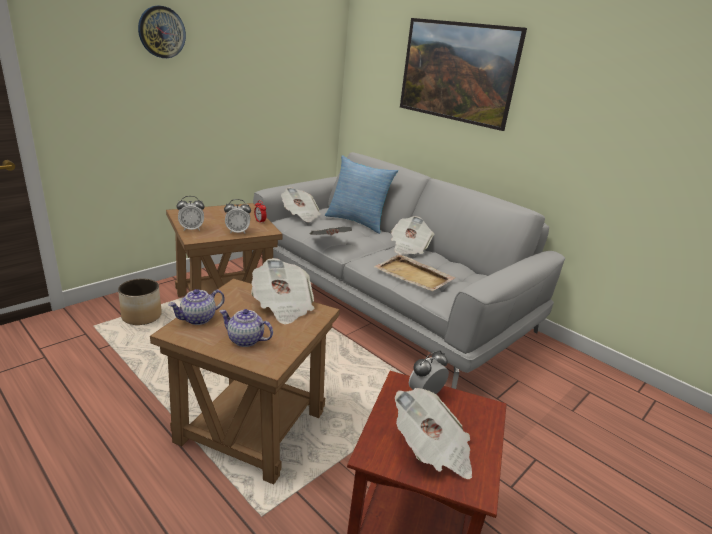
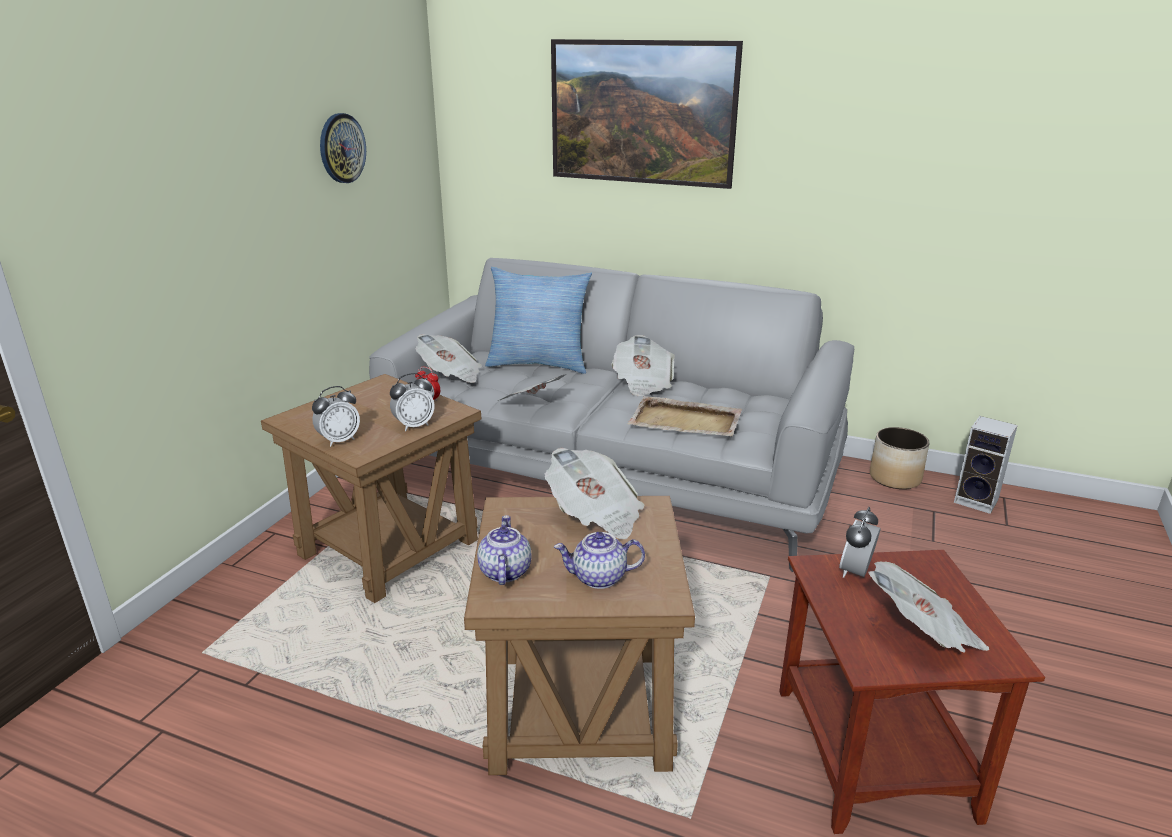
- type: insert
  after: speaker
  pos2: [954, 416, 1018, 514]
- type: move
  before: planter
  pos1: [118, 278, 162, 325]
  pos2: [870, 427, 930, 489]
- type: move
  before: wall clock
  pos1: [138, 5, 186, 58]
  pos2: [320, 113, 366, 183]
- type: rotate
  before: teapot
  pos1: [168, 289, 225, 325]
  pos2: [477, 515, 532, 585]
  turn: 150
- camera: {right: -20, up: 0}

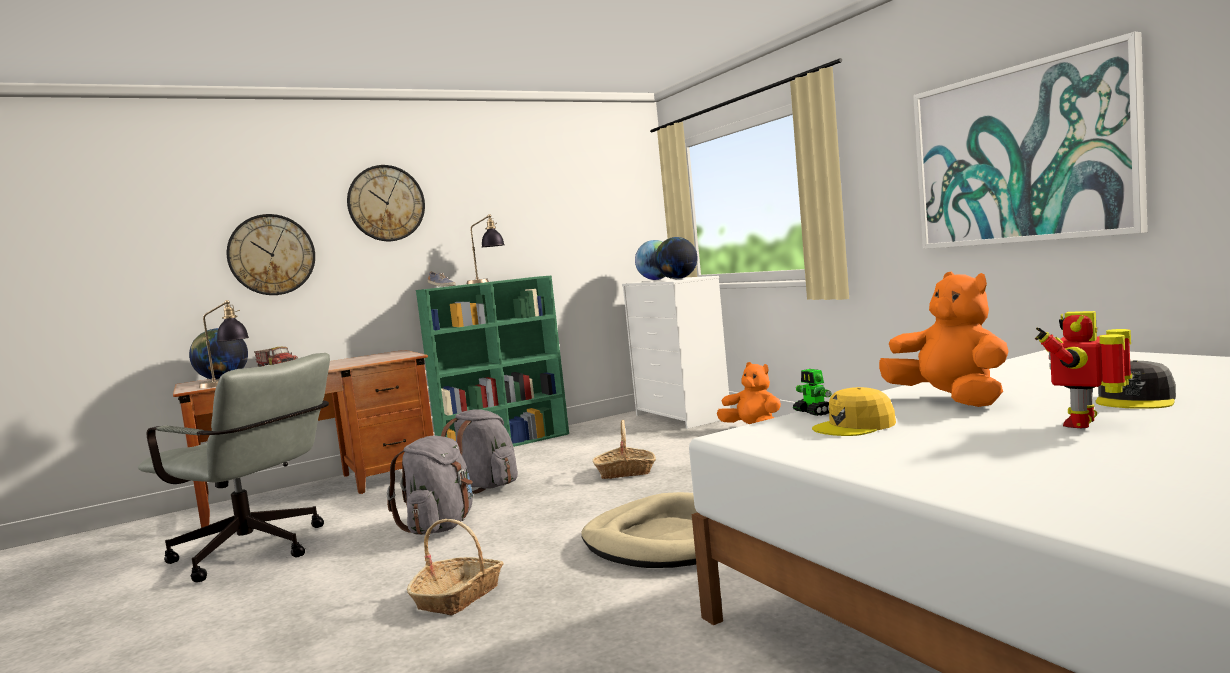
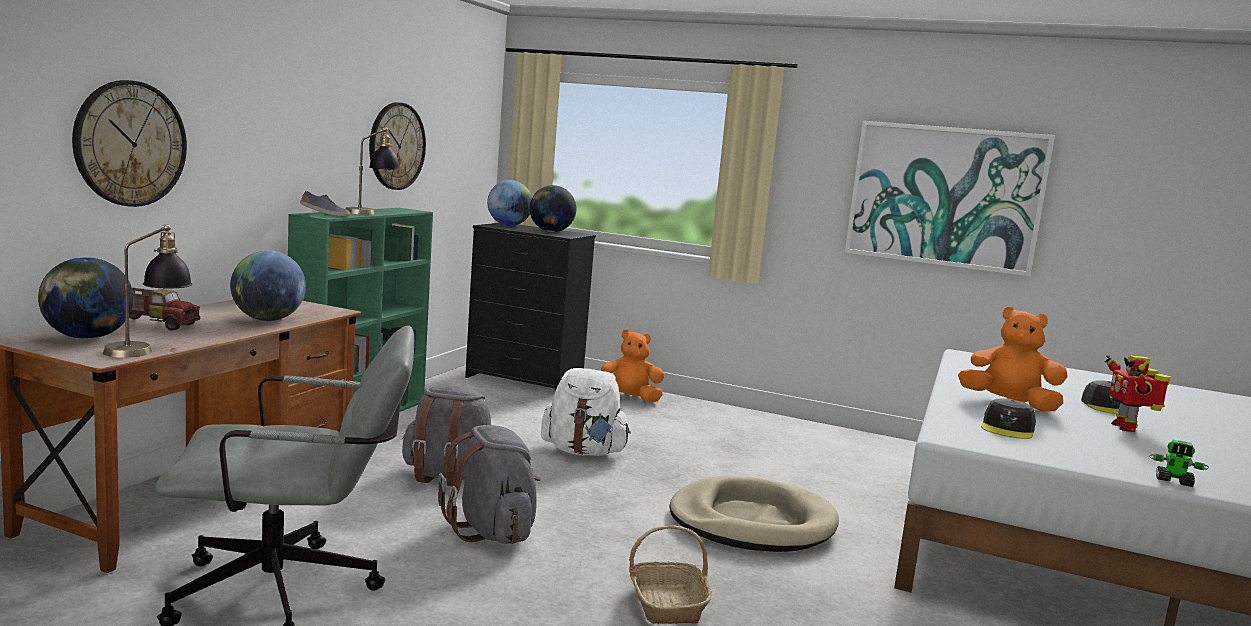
- type: insert
  after: globe
  pos2: [230, 251, 306, 321]
- type: move
  before: wall clock
  pos1: [347, 165, 425, 241]
  pos2: [369, 102, 426, 190]
- type: move
  before: toy robot
  pos1: [793, 369, 831, 416]
  pos2: [1149, 440, 1209, 487]
- type: replace
  before: basket
  after: backpack (white)
  pos1: [593, 420, 656, 479]
  pos2: [541, 368, 631, 456]
- type: recolor
  before: dresser (white)
  after: dresser (black)
  pos1: [622, 276, 730, 429]
  pos2: [465, 223, 596, 389]
- type: recolor
  before: cap (yellow)
  after: cap (grey)
  pos1: [812, 387, 896, 436]
  pos2: [981, 398, 1036, 439]
- camera: {right: -40, up: 5}

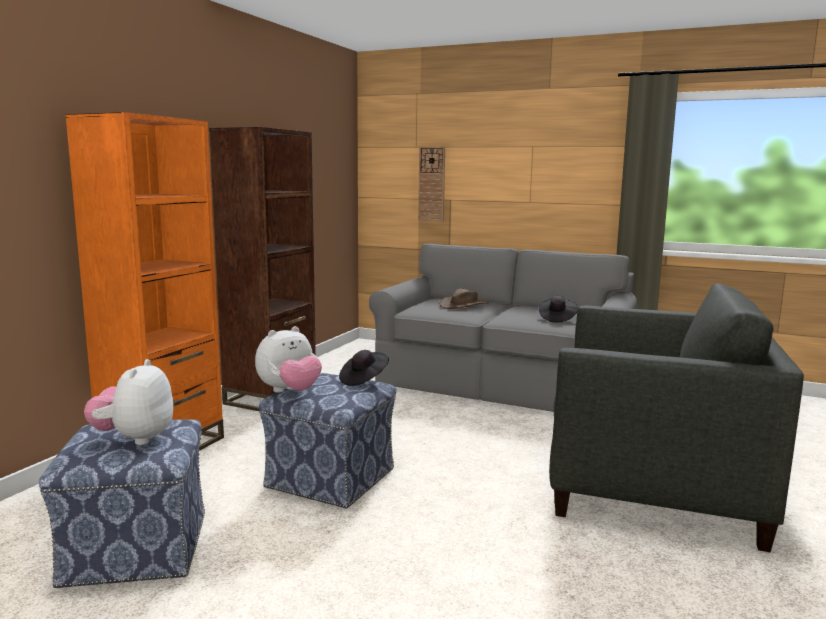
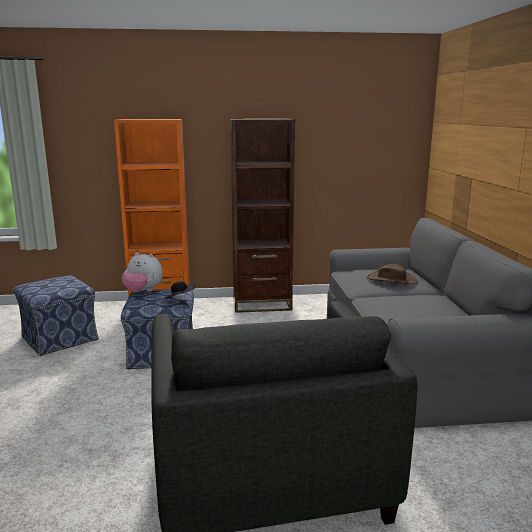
- type: delete
  before: plush toy
  pos1: [84, 359, 173, 445]
- type: delete
  before: wall clock
  pos1: [418, 147, 445, 221]
- type: delete
  before: hat (black)
  pos1: [539, 296, 578, 323]
- camera: {right: 60, up: 5}

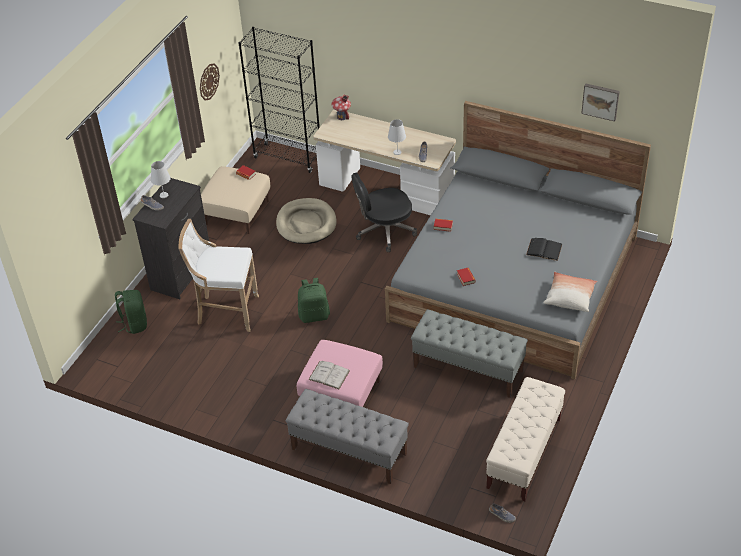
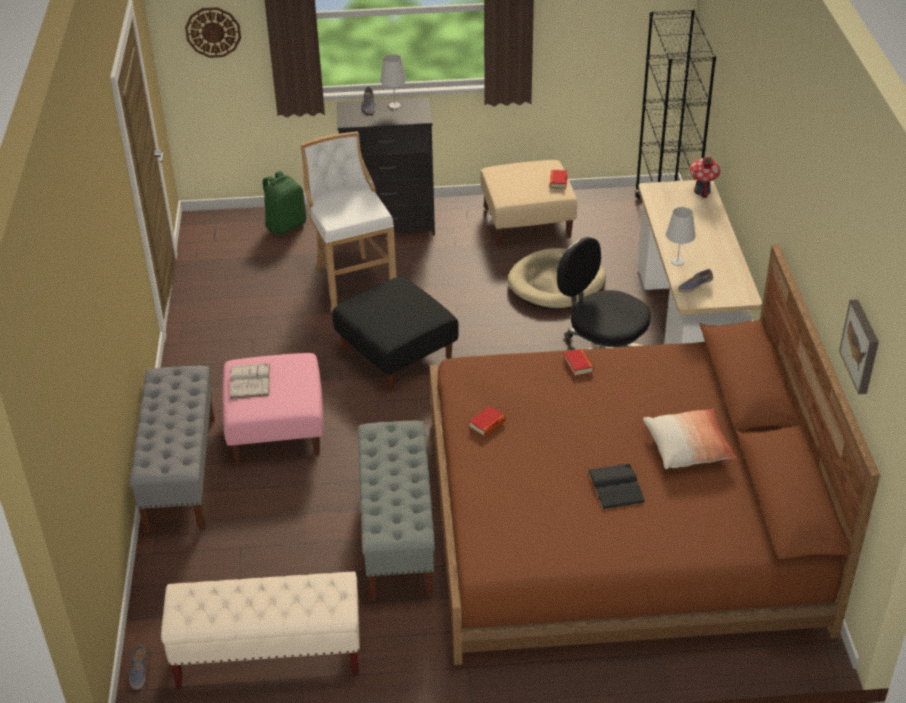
- type: move
  before: wall clock
  pos1: [200, 63, 220, 100]
  pos2: [185, 7, 241, 58]
- type: move
  before: pillow
  pos1: [543, 272, 597, 312]
  pos2: [643, 409, 737, 469]
- type: replace
  before: backpack (green)
  after: ottoman (black)
  pos1: [298, 278, 330, 323]
  pos2: [332, 276, 458, 390]
- type: recolor
  before: bed (grey)
  after: bed (brown)
  pos1: [385, 101, 651, 380]
  pos2: [430, 245, 880, 665]
- camera: {right: 60, up: -5}

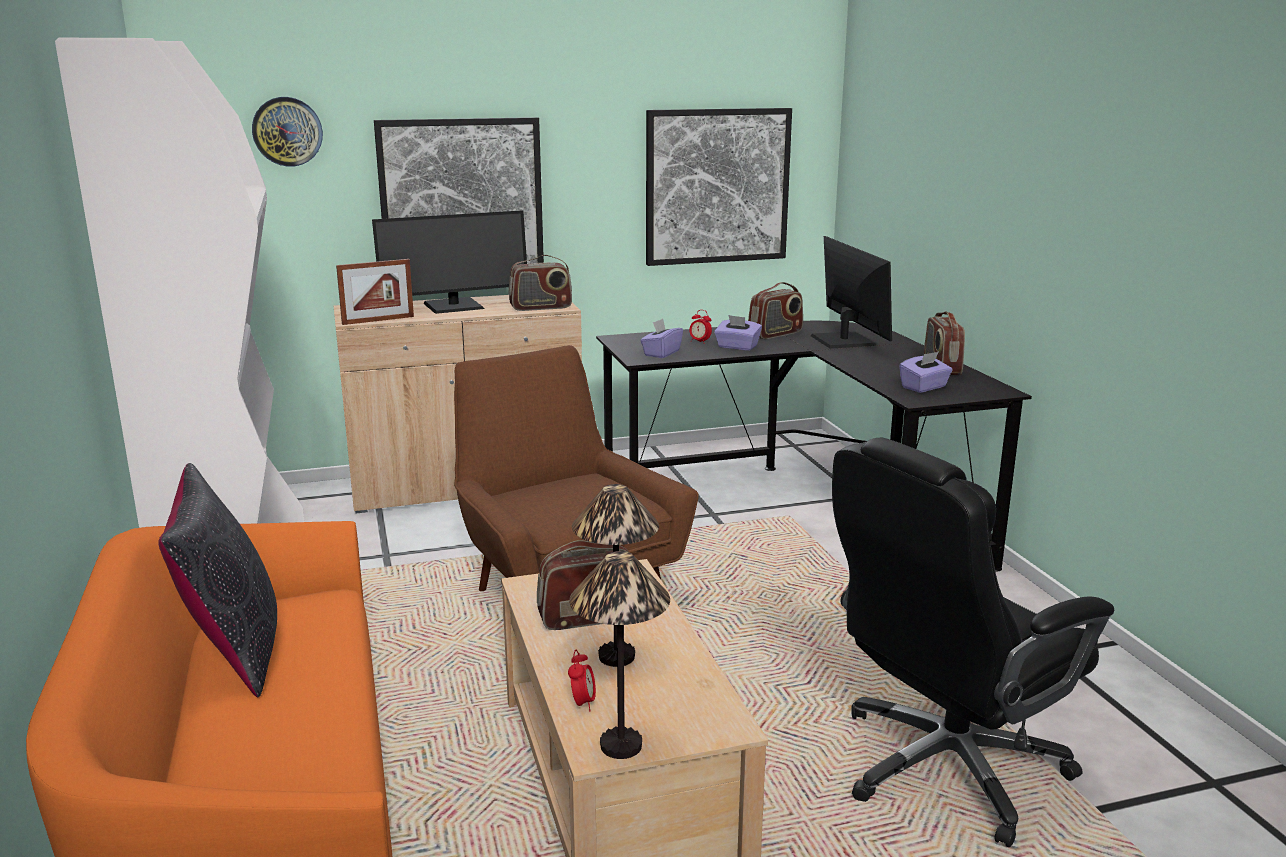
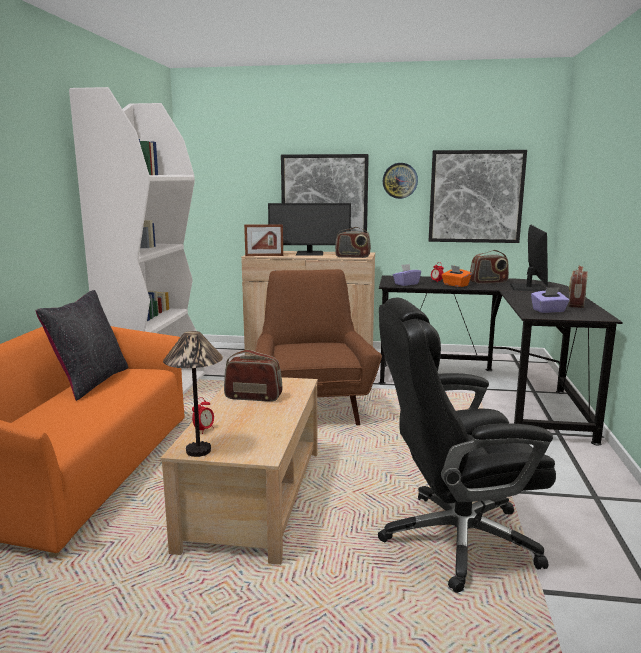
- type: delete
  before: table lamp
  pos1: [572, 484, 659, 667]
- type: move
  before: wall clock
  pos1: [252, 97, 323, 167]
  pos2: [383, 163, 418, 199]
- type: recolor
  before: tissue box (purple)
  after: tissue box (orange)
  pos1: [714, 315, 762, 351]
  pos2: [442, 265, 472, 287]
- camera: {right: 25, up: -5}

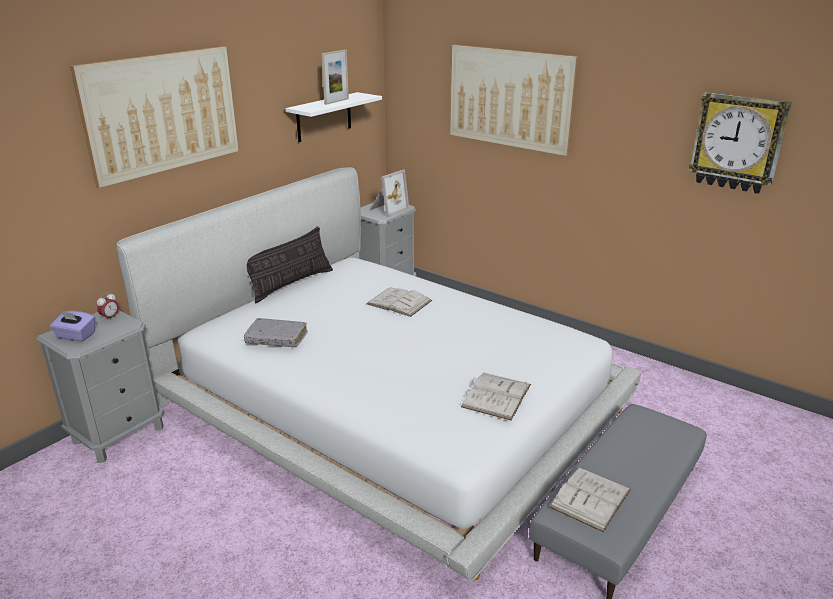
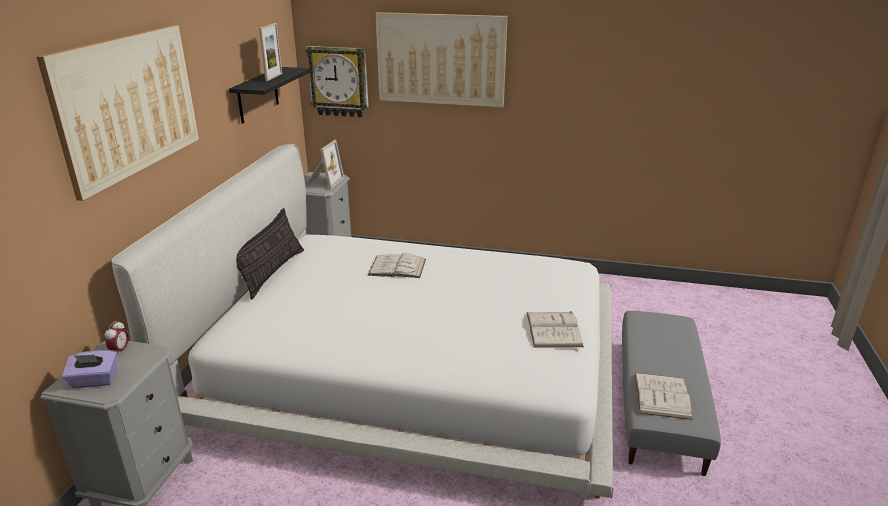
- type: delete
  before: book (grey)
  pos1: [244, 318, 308, 347]
- type: move
  before: wall clock
  pos1: [689, 92, 792, 194]
  pos2: [306, 46, 369, 117]
- type: recolor
  before: shelf (white)
  after: shelf (black)
  pos1: [286, 92, 382, 142]
  pos2: [229, 67, 311, 124]
- camera: {right: -25, up: 0}

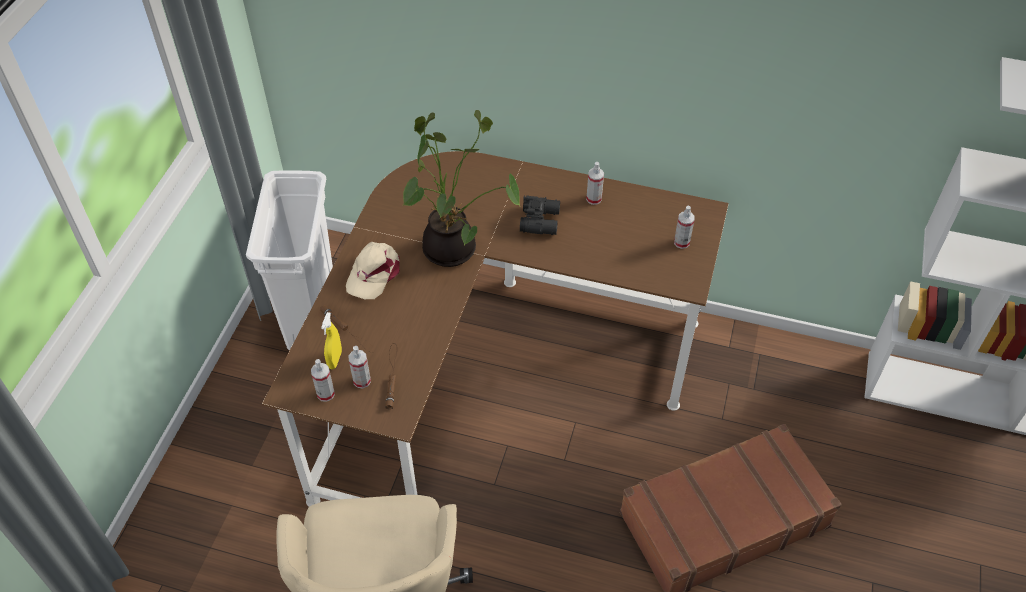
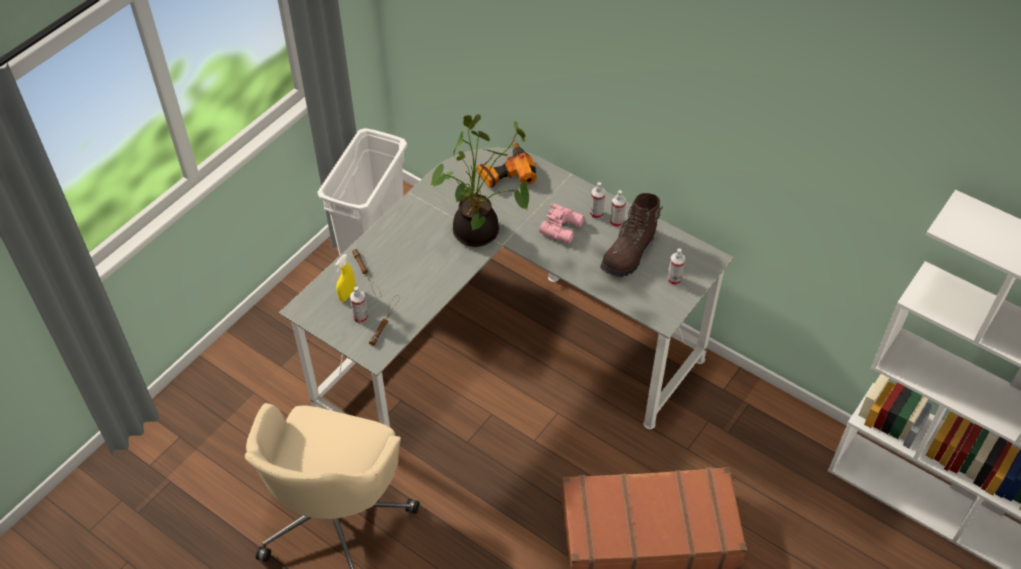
- type: delete
  before: cap (beige)
  pos1: [346, 242, 400, 299]
- type: insert
  after: power drill
  pos2: [477, 137, 536, 188]
- type: insert
  after: boot (brown)
  pos2: [600, 193, 663, 277]
- type: move
  before: spray bottle
  pos1: [311, 359, 335, 402]
  pos2: [590, 182, 605, 219]
- type: recolor
  before: desk (brown)
  after: desk (grey)
  pos1: [262, 151, 729, 507]
  pos2: [279, 148, 734, 429]
- type: recolor
  before: binoculars (black)
  after: binoculars (pink)
  pos1: [520, 196, 560, 235]
  pos2: [539, 203, 584, 243]
- camera: {right: 20, up: 0}

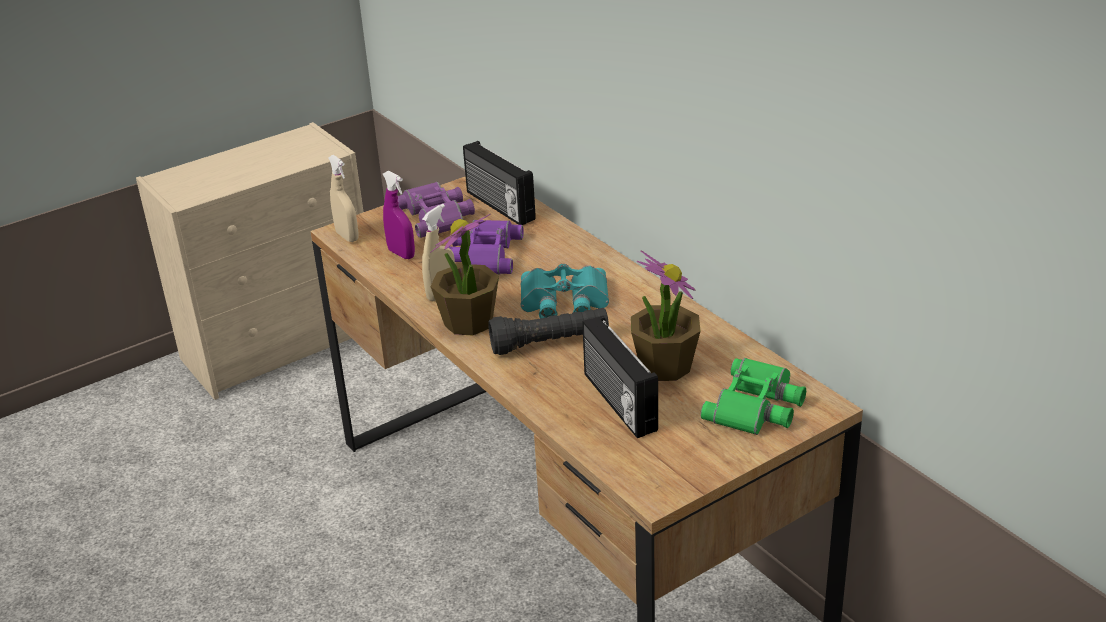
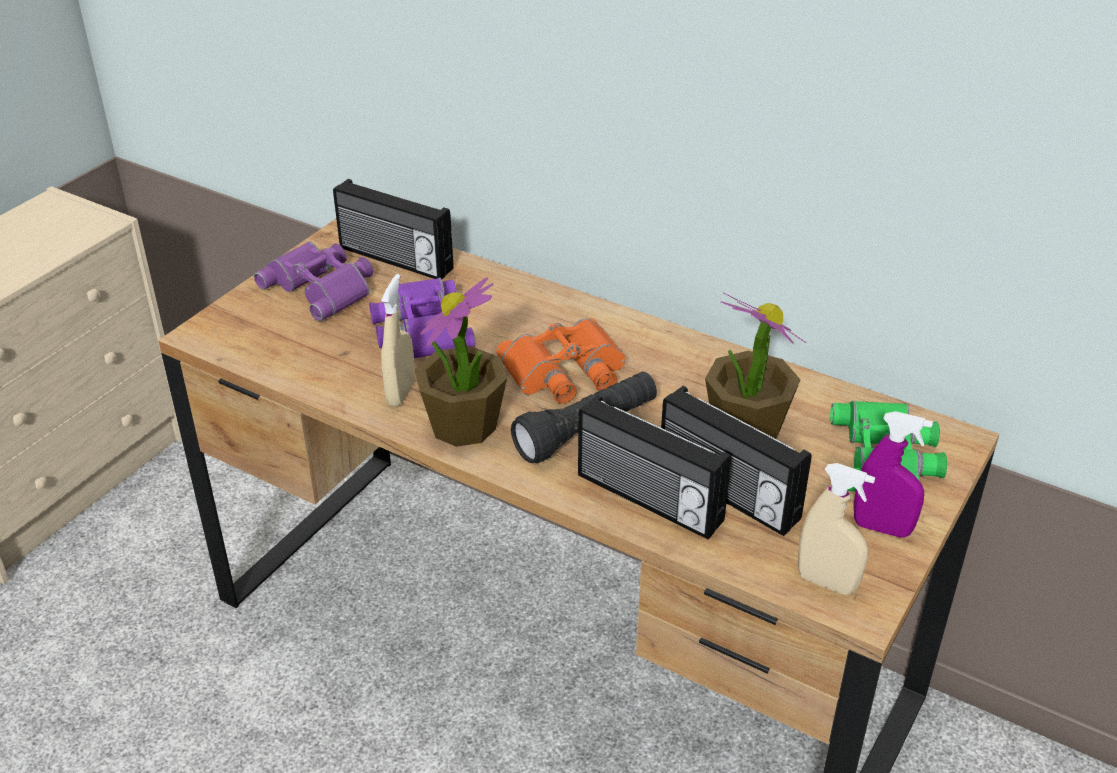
- type: insert
  after: radio
  pos2: [578, 395, 731, 539]
- type: move
  before: spray bottle (beige)
  pos1: [328, 155, 358, 242]
  pos2: [798, 463, 875, 595]
- type: move
  before: spray bottle (purple)
  pos1: [383, 171, 415, 259]
  pos2: [854, 411, 933, 538]
- type: recolor
  before: binoculars (turquoise)
  after: binoculars (orange)
  pos1: [521, 264, 609, 319]
  pos2: [496, 318, 626, 404]
- camera: {right: -25, up: 5}

